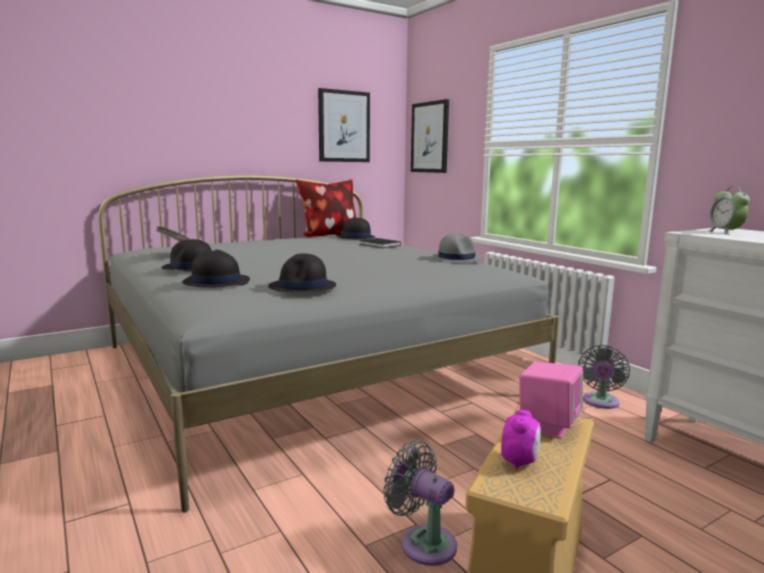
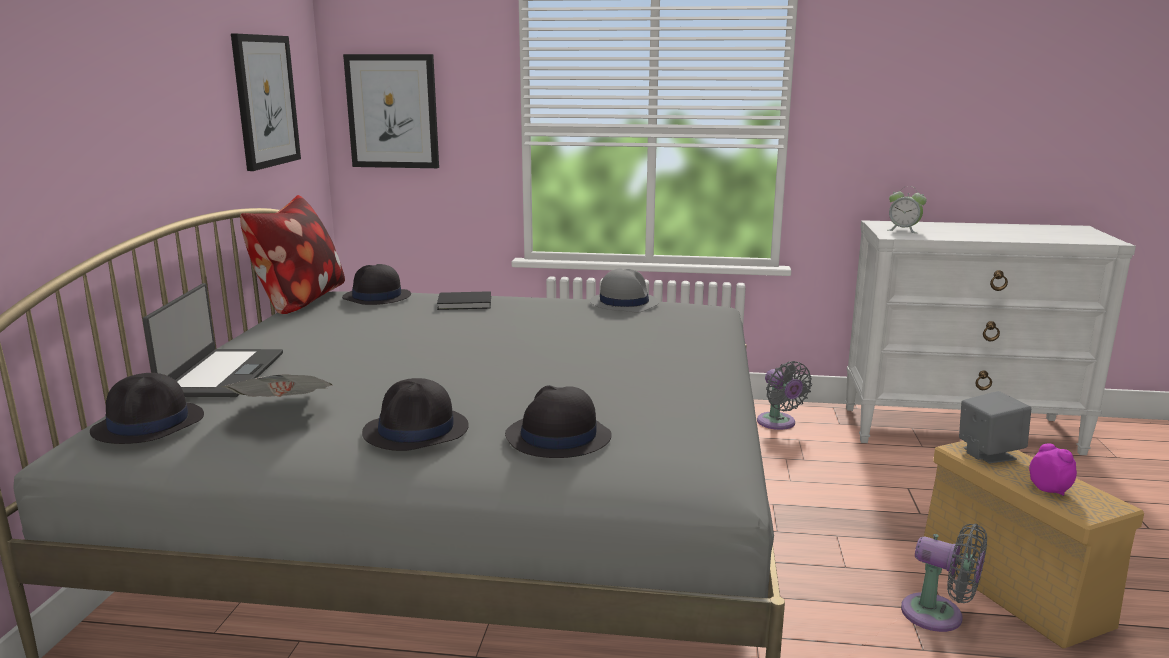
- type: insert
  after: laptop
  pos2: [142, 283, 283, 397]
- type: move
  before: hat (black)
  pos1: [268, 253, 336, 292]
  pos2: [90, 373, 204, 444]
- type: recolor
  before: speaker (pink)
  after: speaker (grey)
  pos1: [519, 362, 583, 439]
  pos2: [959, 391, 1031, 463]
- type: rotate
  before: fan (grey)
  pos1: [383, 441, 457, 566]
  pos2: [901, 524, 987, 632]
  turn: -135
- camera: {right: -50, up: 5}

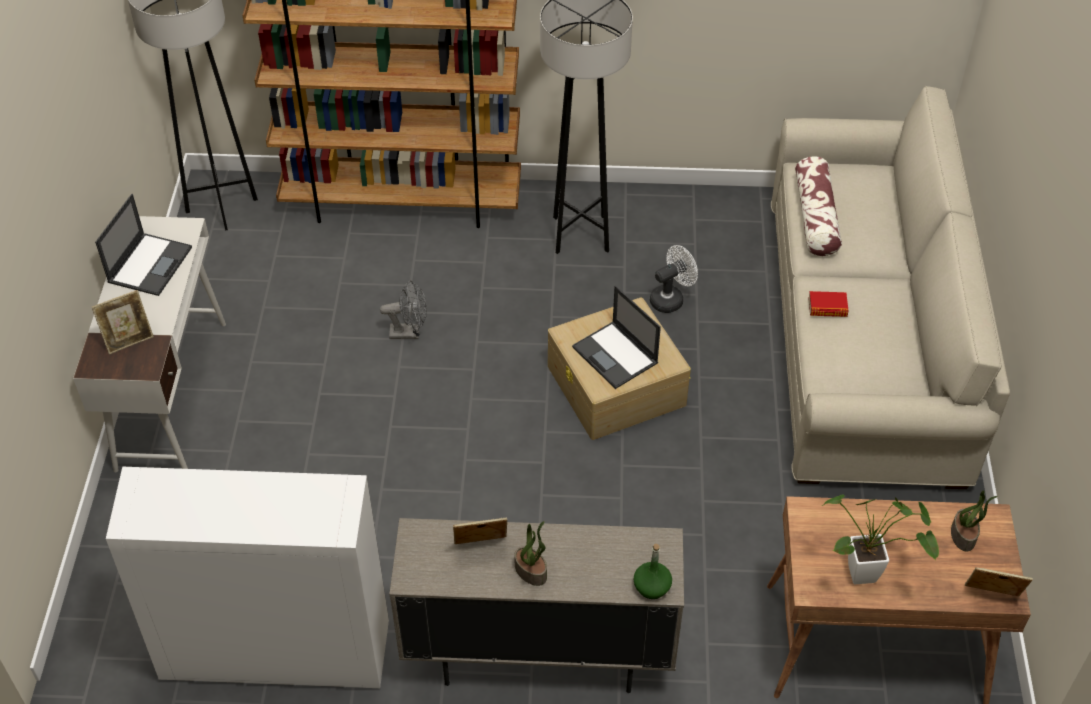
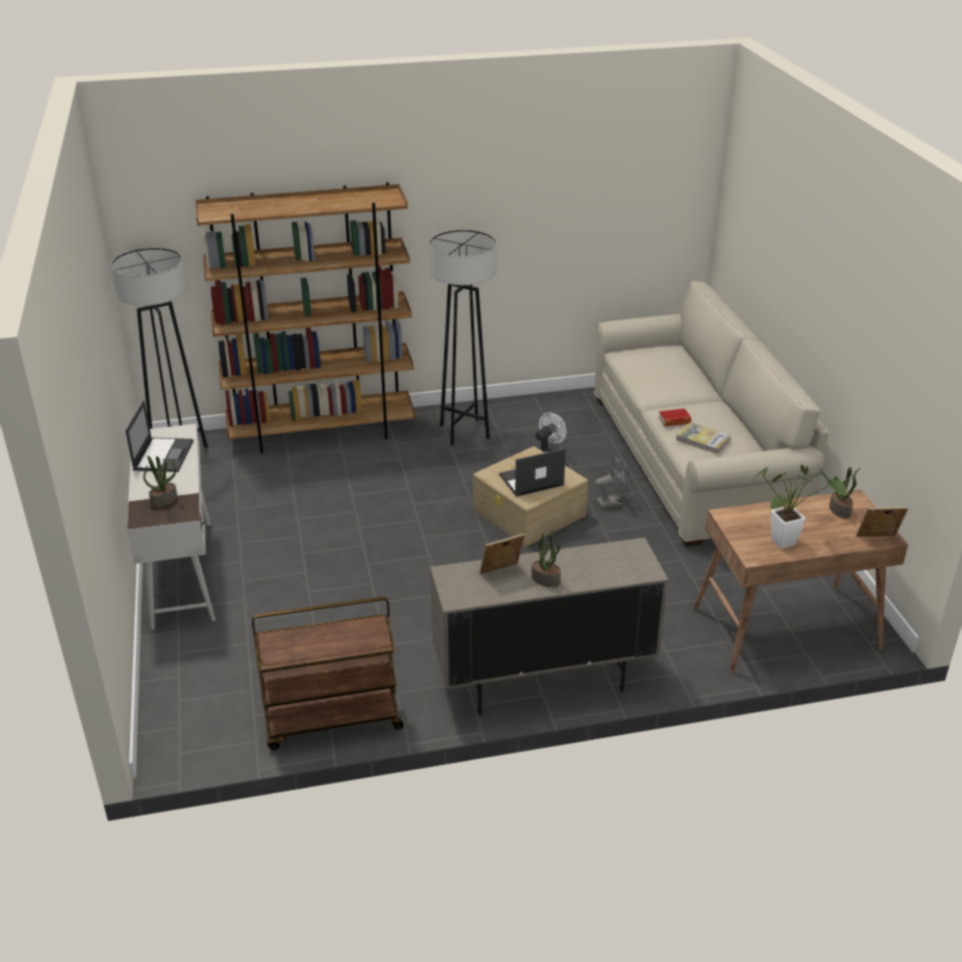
- type: delete
  before: bottle (green)
  pos1: [633, 544, 672, 599]
- type: delete
  before: pillow
  pos1: [795, 156, 842, 256]
- type: insert
  after: book
  pos2: [676, 422, 731, 454]
- type: move
  before: fan (grey)
  pos1: [380, 280, 427, 339]
  pos2: [595, 457, 632, 508]
- type: replace
  before: picture frame
  after: potted plant
  pos1: [92, 290, 154, 354]
  pos2: [143, 456, 177, 507]
- type: replace
  before: cabinet (white)
  after: cart (brown)
  pos1: [106, 467, 389, 688]
  pos2: [252, 597, 404, 750]
- type: rotate
  before: laptop
  pos1: [572, 286, 661, 389]
  pos2: [499, 448, 566, 497]
  turn: 120
- camera: {right: -15, up: -15}

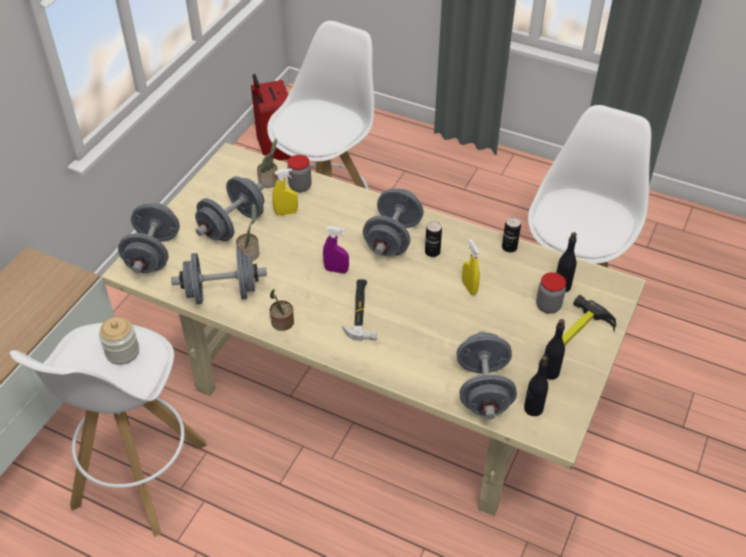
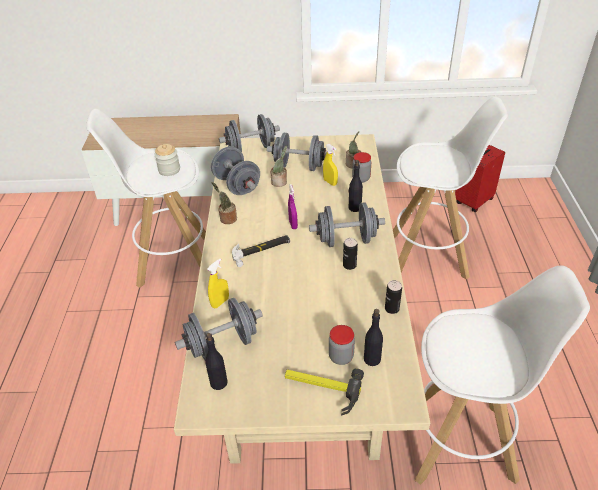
- type: move
  before: spray bottle (yellow)
  pos1: [462, 239, 480, 295]
  pos2: [207, 259, 229, 308]
- type: move
  before: bottle (black)
  pos1: [544, 319, 565, 380]
  pos2: [349, 160, 363, 212]
- camera: {right: 65, up: -5}

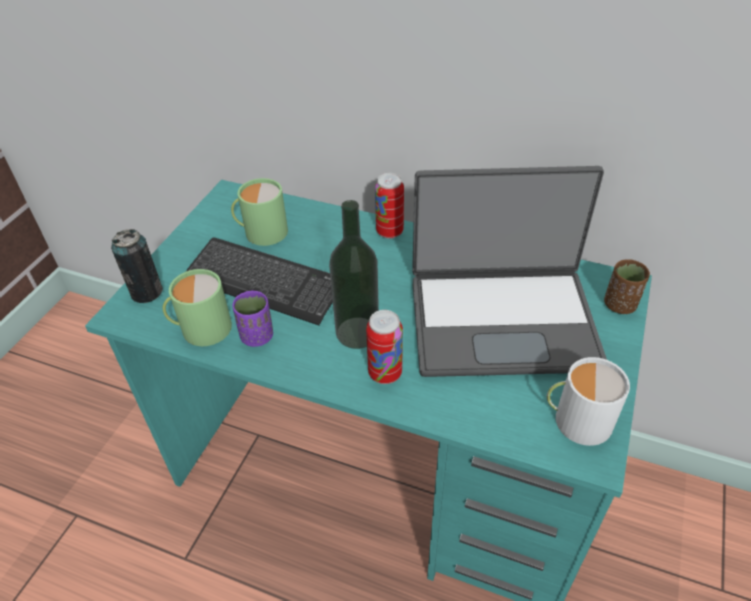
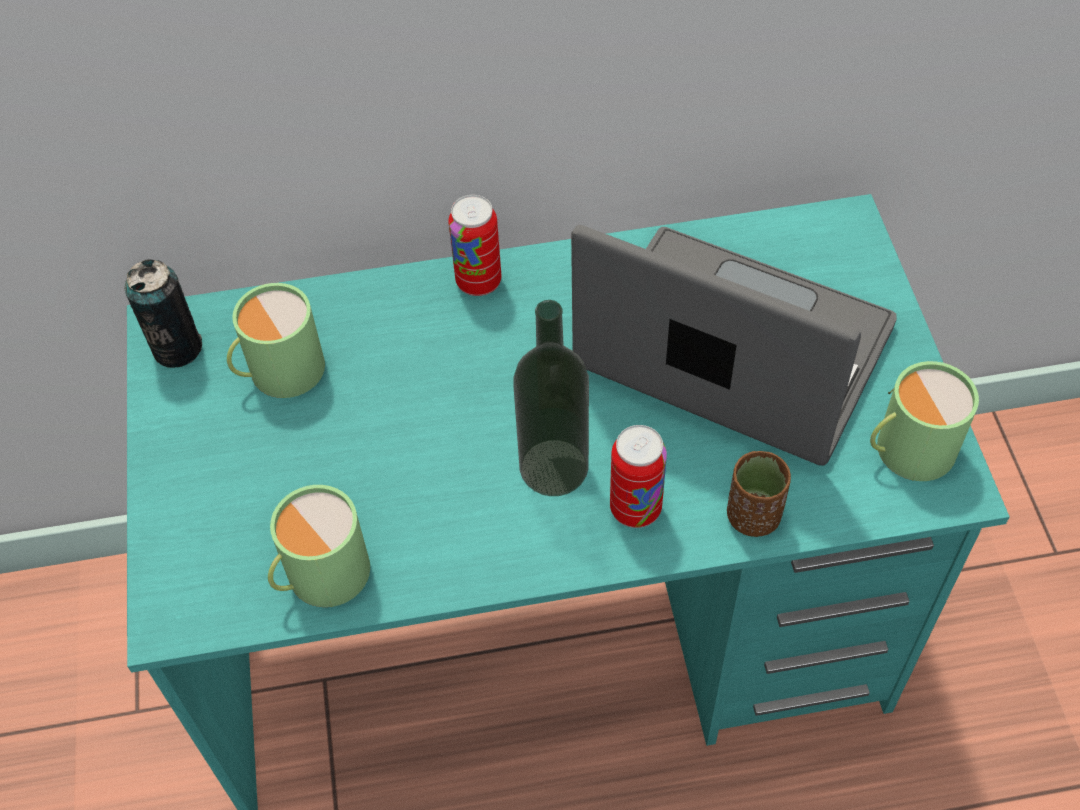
- type: delete
  before: keyboard
  pos1: [186, 238, 333, 325]
- type: delete
  before: cup (purple)
  pos1: [232, 291, 273, 347]
- type: move
  before: can
  pos1: [111, 229, 163, 303]
  pos2: [124, 259, 202, 368]
- type: move
  before: cup (brown)
  pos1: [604, 259, 650, 314]
  pos2: [727, 451, 791, 537]
- type: recolor
  before: mug (white)
  after: mug (green)
  pos1: [547, 357, 630, 446]
  pos2: [870, 361, 979, 481]
- type: rotate
  before: laptop
  pos1: [412, 166, 607, 377]
  pos2: [571, 225, 897, 466]
  turn: -120
- camera: {right: -30, up: 10}

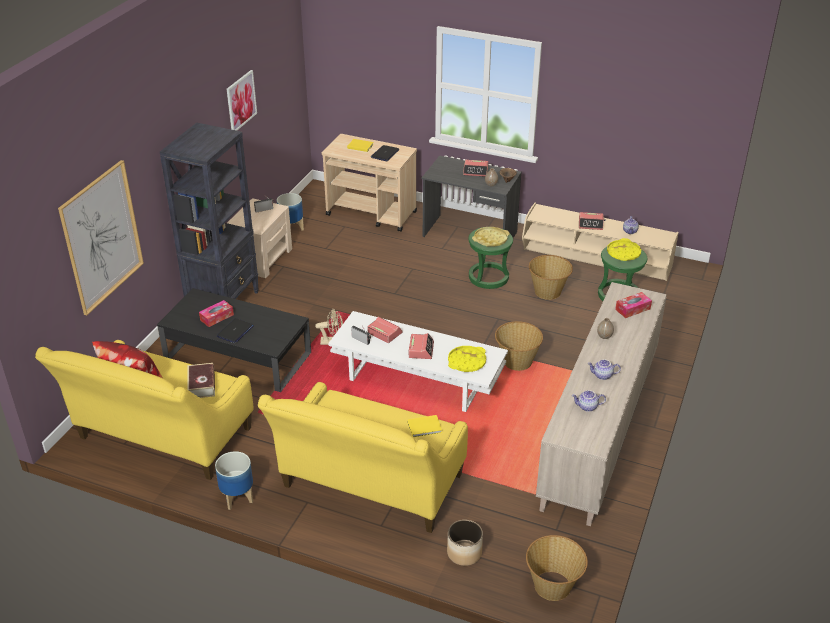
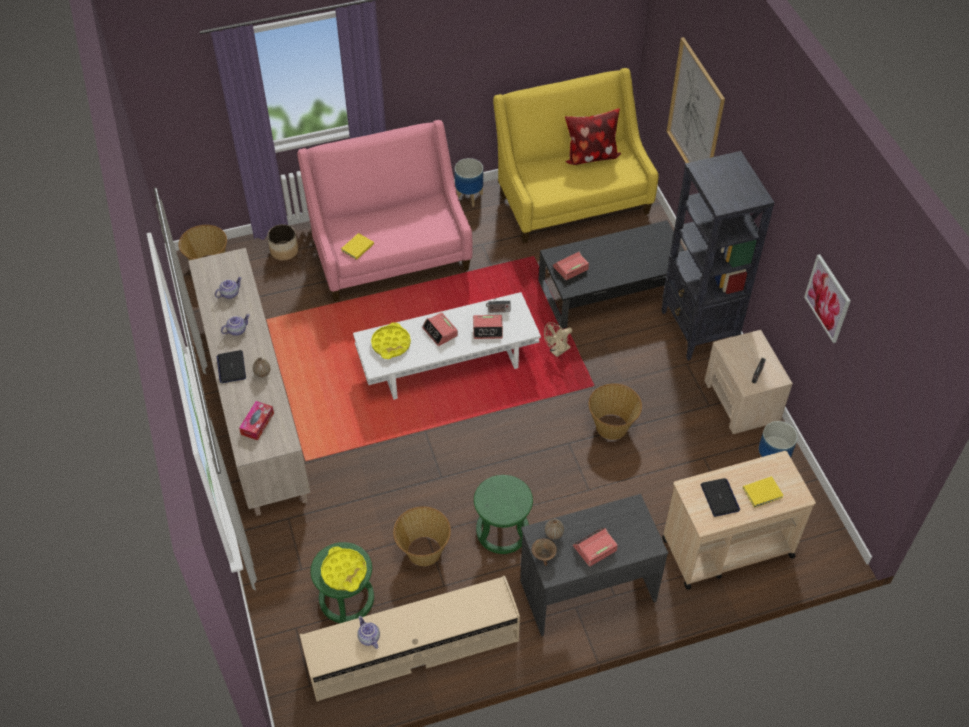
- type: delete
  before: book
  pos1: [187, 363, 215, 398]
- type: delete
  before: tissue box
  pos1: [199, 300, 234, 327]
- type: delete
  before: tray (yellow)
  pos1: [472, 227, 510, 247]
- type: move
  before: laptop
  pos1: [217, 318, 253, 343]
  pos2: [217, 350, 246, 383]
- type: move
  before: basket
  pos1: [495, 321, 543, 371]
  pos2: [589, 383, 642, 440]
- type: move
  before: alarm clock
  pos1: [579, 212, 604, 230]
  pos2: [553, 252, 589, 280]
- type: recolor
  before: sofa (yellow)
  after: sofa (pink)
  pos1: [258, 382, 468, 533]
  pos2: [297, 120, 473, 302]
- camera: {right: 140, up: 15}

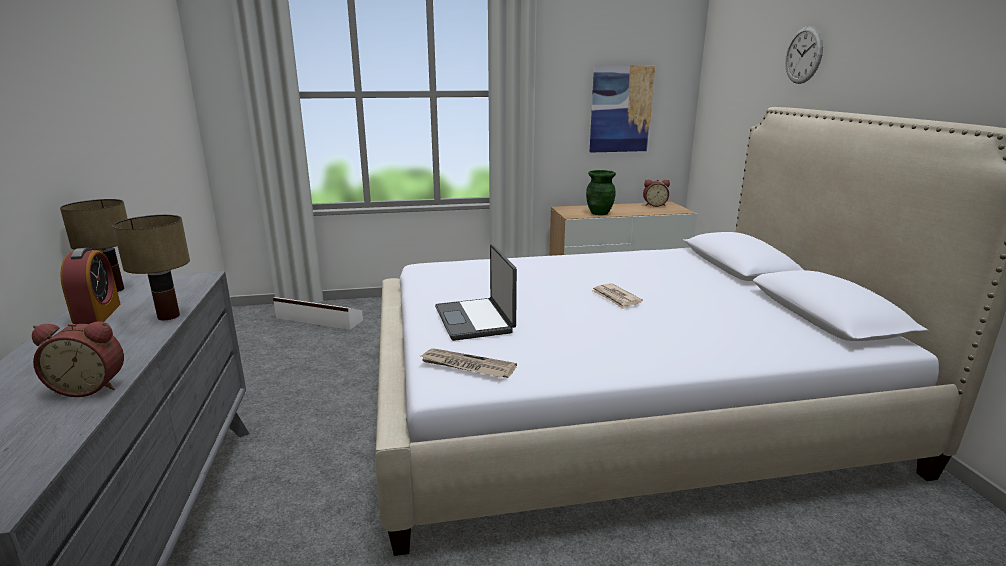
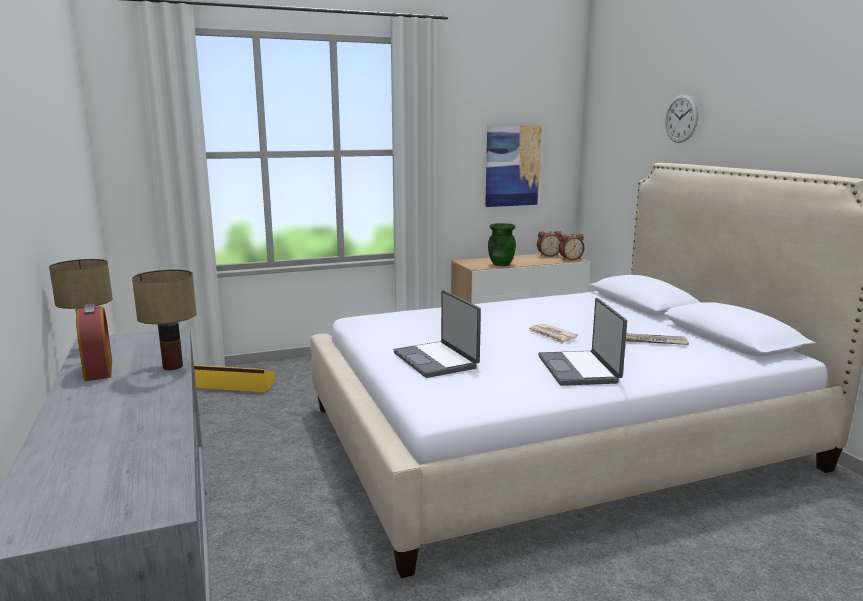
- type: insert
  after: laptop
  pos2: [538, 298, 627, 386]
- type: move
  before: alarm clock
  pos1: [32, 321, 124, 397]
  pos2: [559, 234, 585, 260]
- type: move
  before: newspaper
  pos1: [421, 348, 517, 378]
  pos2: [626, 333, 689, 345]
- type: recolor
  before: storage box (white)
  after: storage box (yellow)
  pos1: [273, 297, 363, 330]
  pos2: [194, 365, 275, 392]
- camera: {right: -10, up: -5}

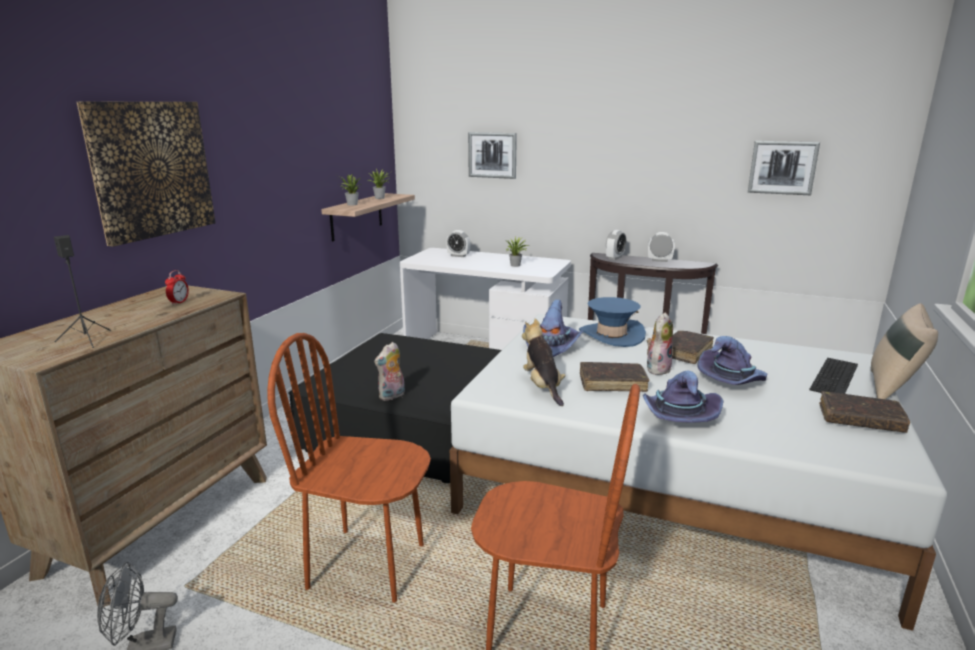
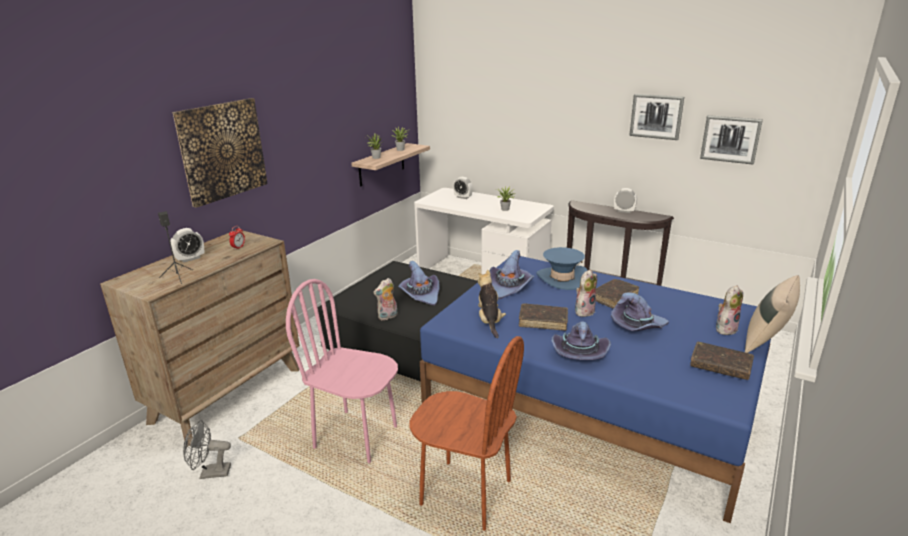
- type: insert
  after: hat (purple)
  pos2: [398, 261, 439, 305]
- type: move
  before: picture
  pos1: [468, 132, 517, 179]
  pos2: [629, 94, 684, 140]
- type: move
  before: alarm clock
  pos1: [606, 230, 626, 260]
  pos2: [170, 228, 204, 263]
- type: replace
  before: keyboard
  after: plush toy
  pos1: [809, 358, 858, 394]
  pos2: [716, 285, 743, 336]
- type: recolor
  before: chair (brown)
  after: chair (pink)
  pos1: [267, 333, 431, 603]
  pos2: [286, 279, 398, 463]
- type: recolor
  before: bed (white)
  after: bed (blue)
  pos1: [450, 314, 947, 631]
  pos2: [420, 256, 771, 524]
- camera: {right: 10, up: 5}

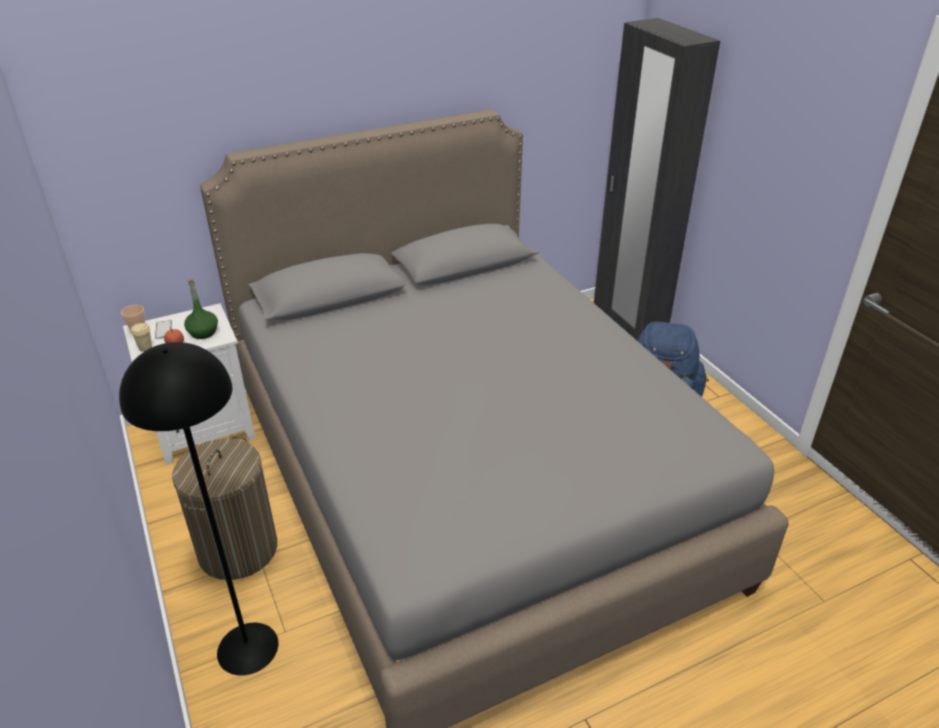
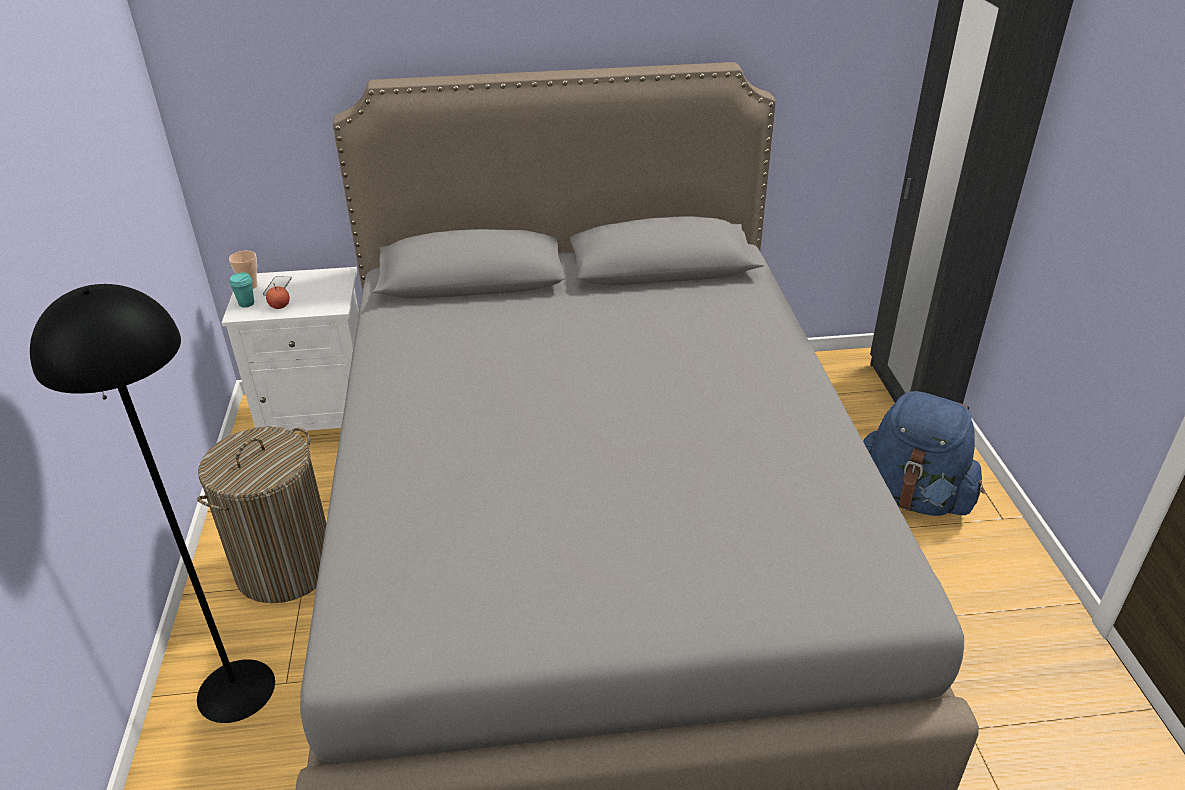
- type: delete
  before: bottle (green)
  pos1: [184, 279, 218, 339]
- type: recolor
  before: cup (beige)
  after: cup (turquoise)
  pos1: [131, 323, 152, 352]
  pos2: [229, 273, 254, 308]
- camera: {right: 20, up: 0}

